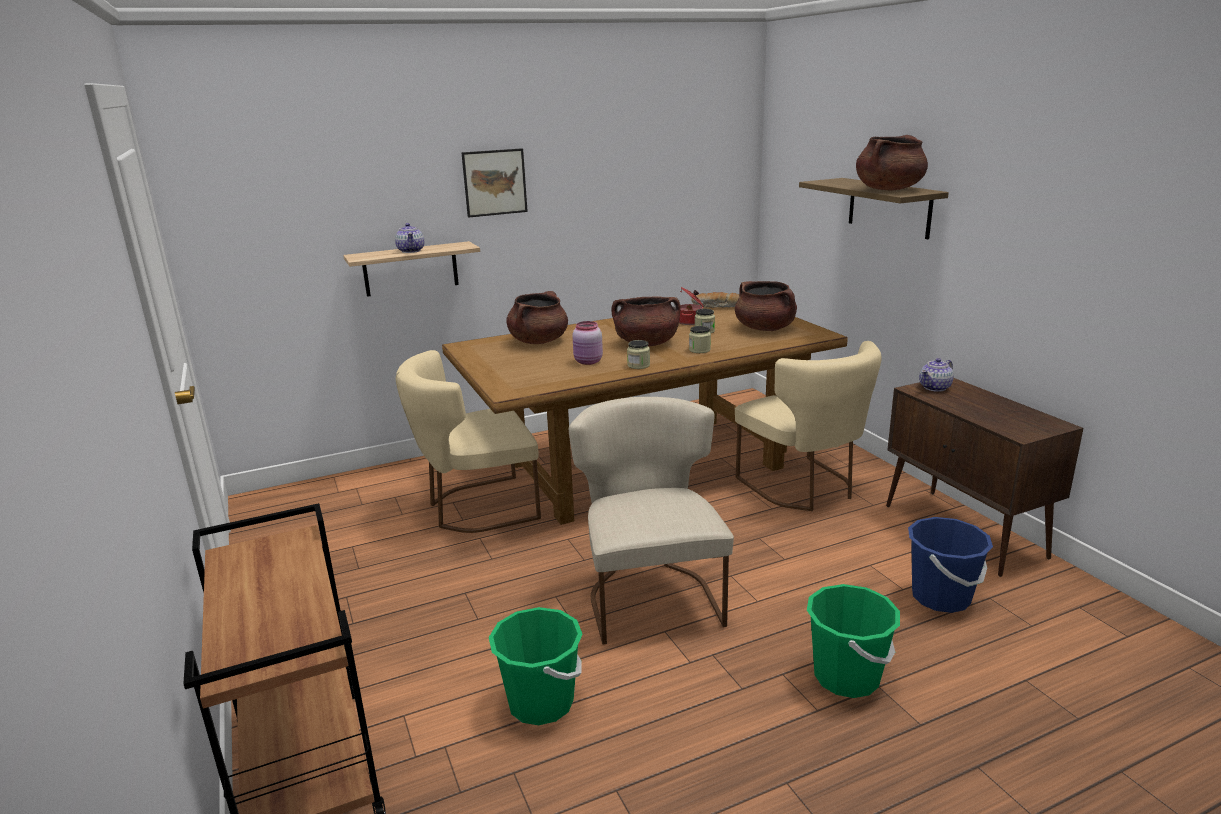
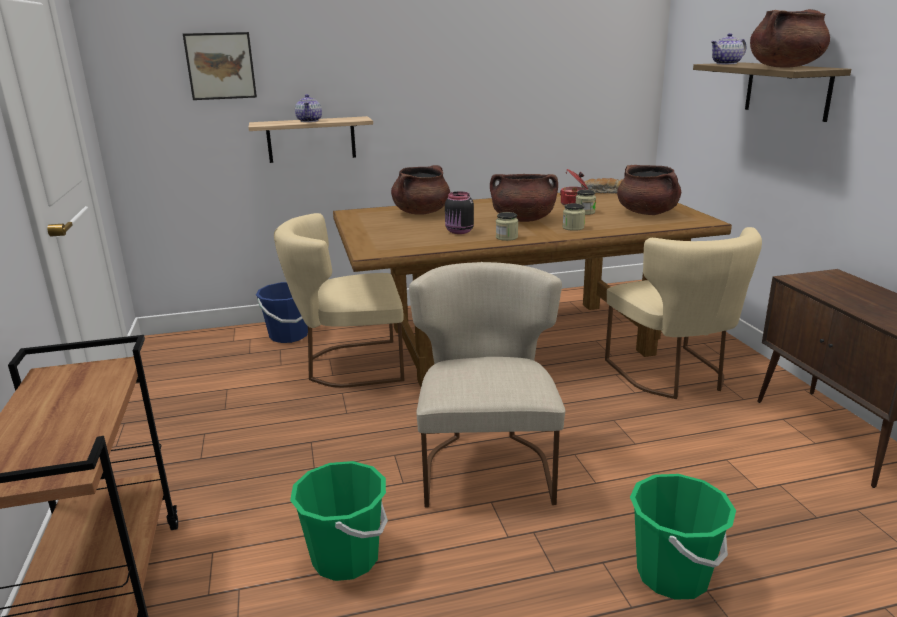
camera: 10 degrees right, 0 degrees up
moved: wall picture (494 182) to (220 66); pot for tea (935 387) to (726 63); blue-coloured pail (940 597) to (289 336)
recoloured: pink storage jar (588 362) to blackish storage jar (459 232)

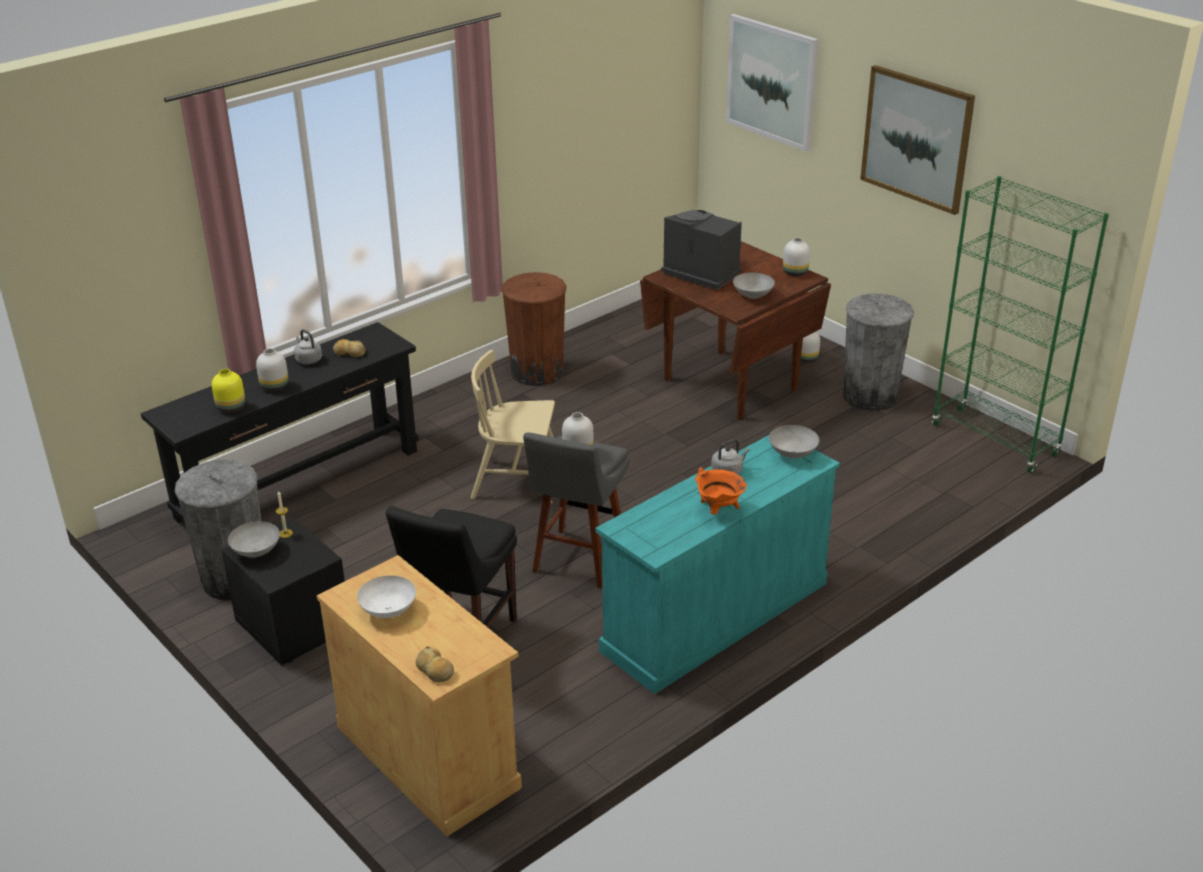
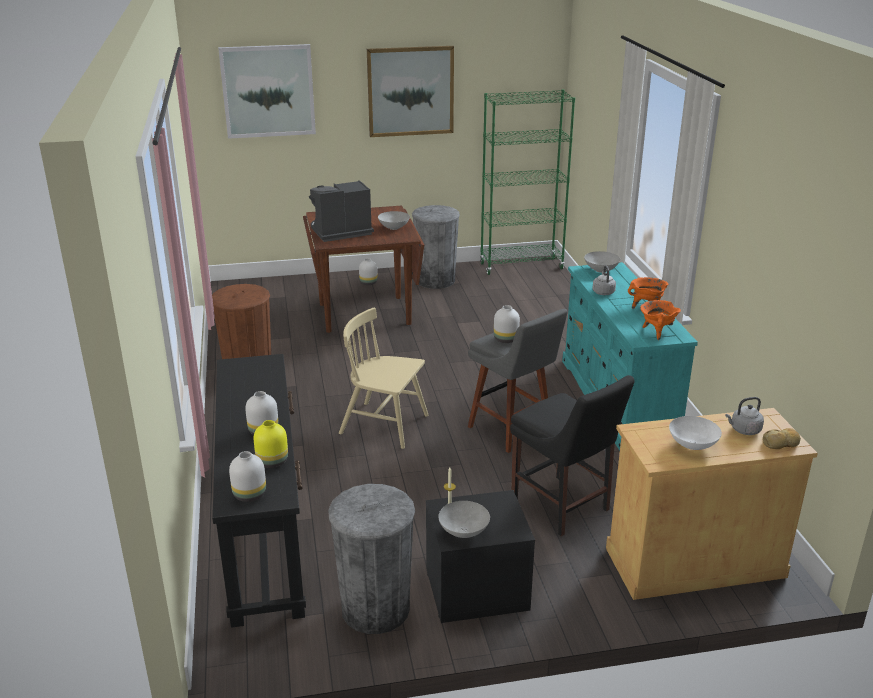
camera: 60 degrees left, 5 degrees down
removed: bread (349 352)
added: orange-coloured cooking pot (656 332)
moved: white-coloured decorative vase (795 272) to (250 494); gray water kettle (308 359) to (744 430)
turned: beige chair (517 480) = (384 425) 75 degrees clockwise

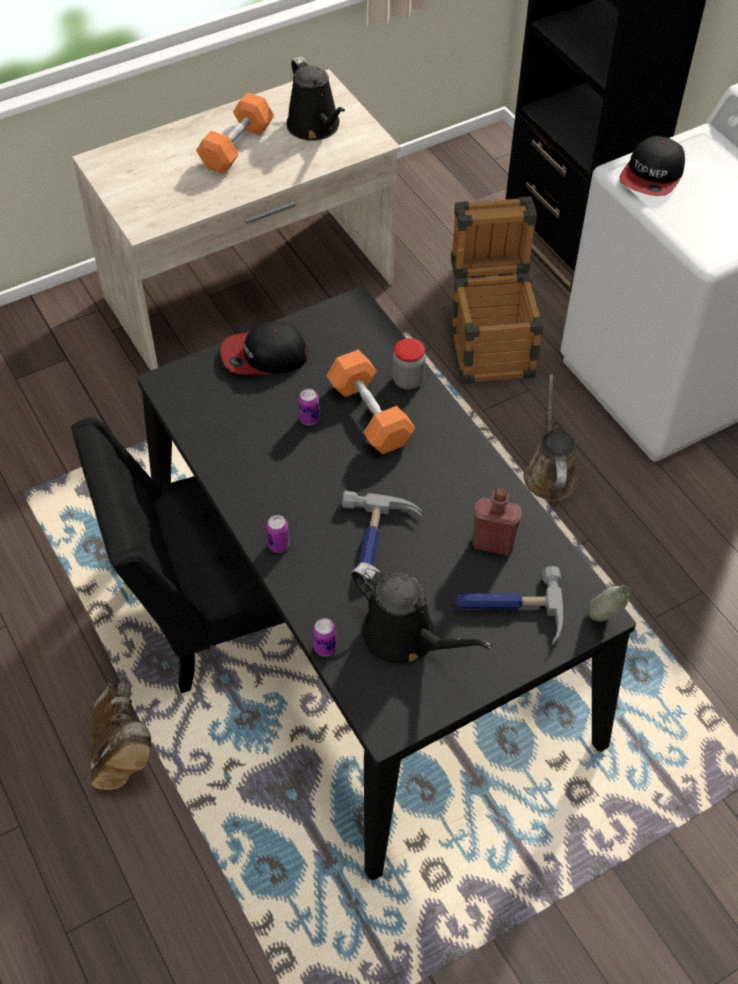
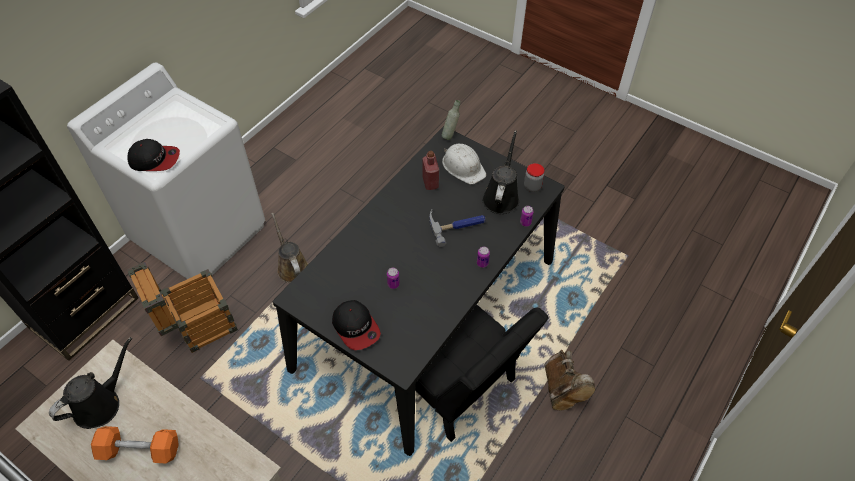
camera: 115 degrees left, 0 degrees up
removed: orange-coloured dumbbell (370 414)
moved: storage jar (408 380) to (532 186)
replaced: hand hammer (509 610) to white-coloured hard hat (463 166)
turned: brown sprinkling can (549 474) = (291 266) 90 degrees clockwise; brown tall boot (121 753) = (561 390) 120 degrees clockwise

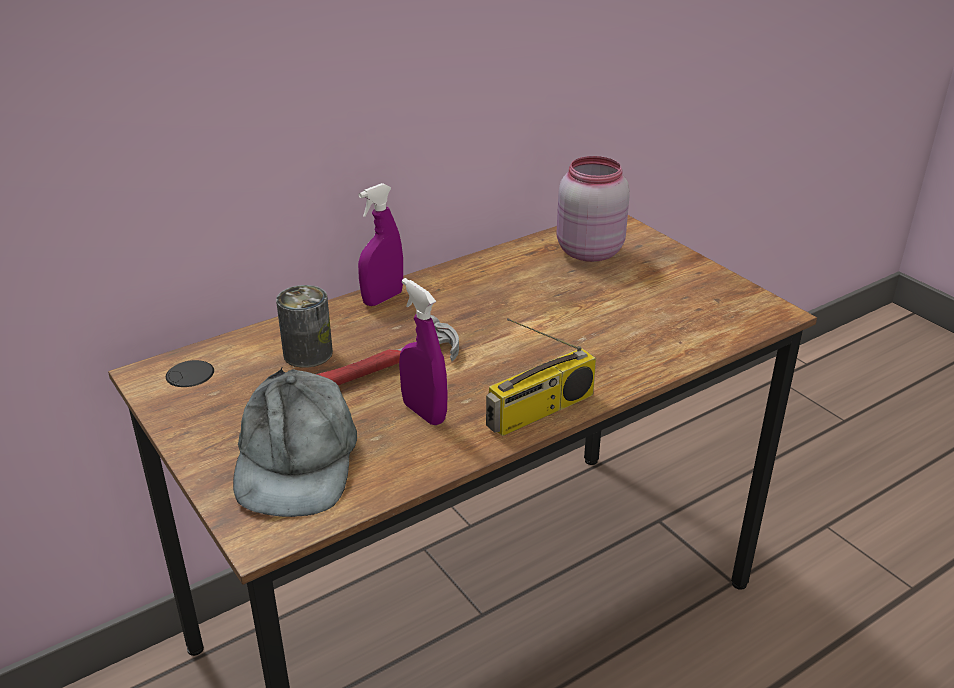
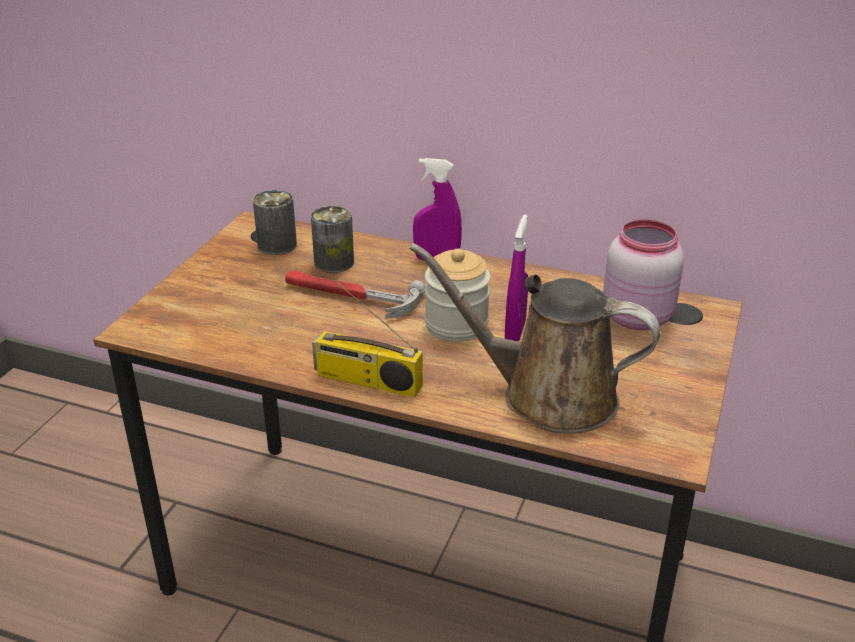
camera: 55 degrees right, 0 degrees up
removed: gray peaked cap (296 459)
added: can (277 245); brown sprinkling can (547 396); storage jar (456 325)
moved: purple spray bottle (424 413) to (515 331)

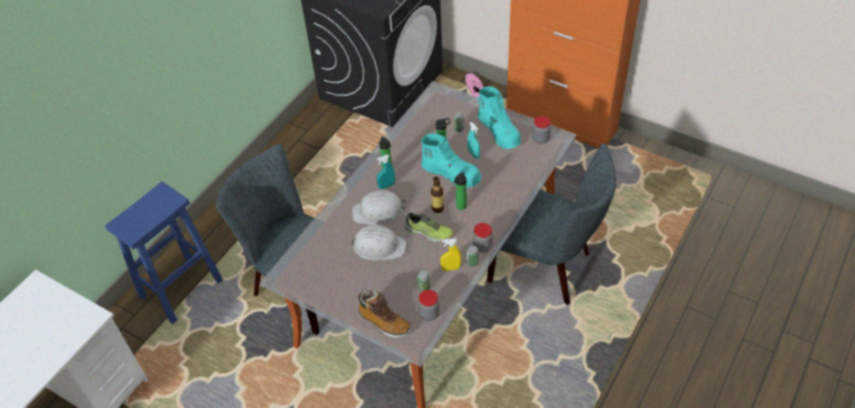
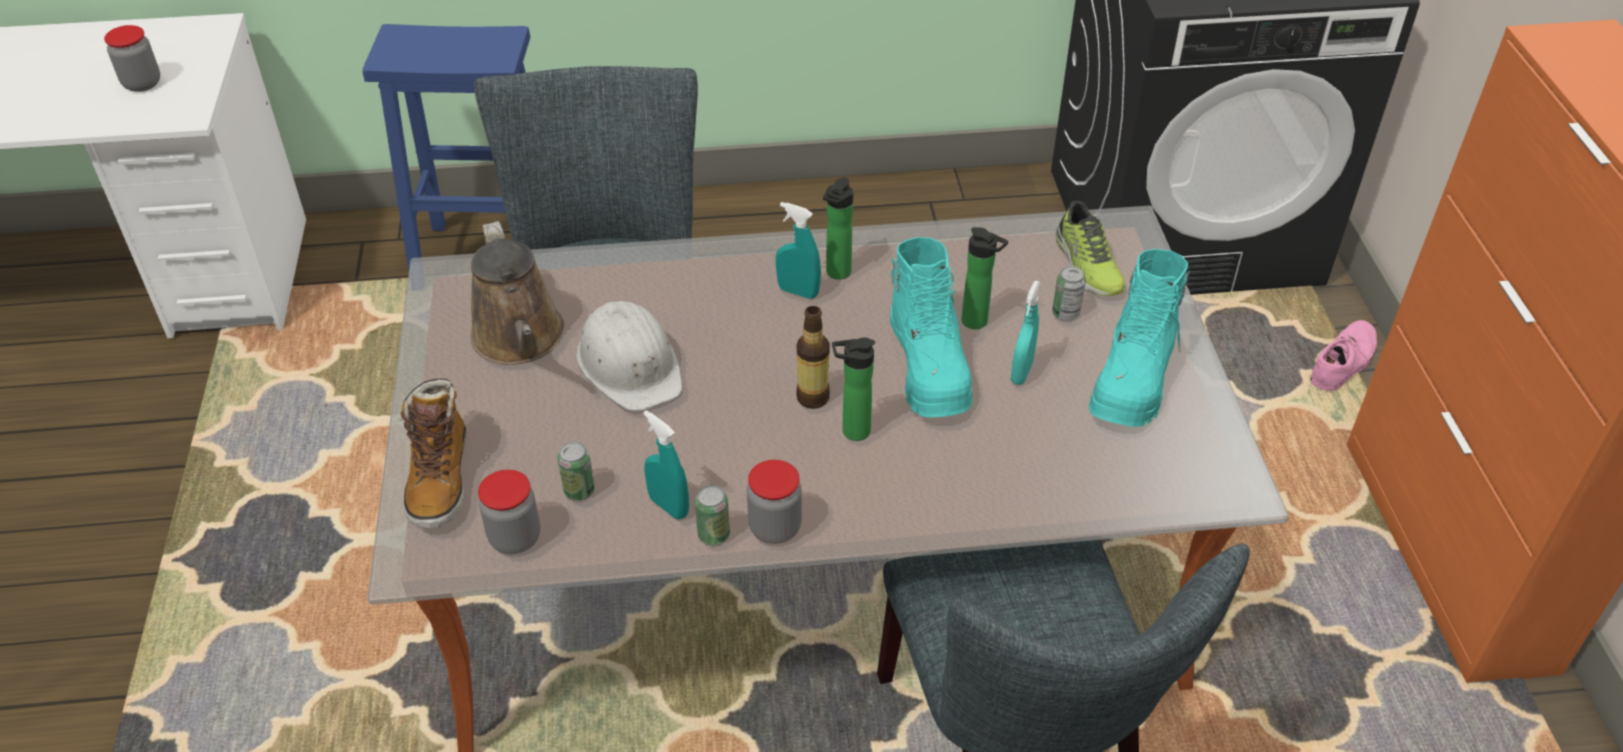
camera: 50 degrees right, 5 degrees down
removed: white-coloured hard hat (378 212)
added: brown sprinkling can (520 340)
moved: storage jar (540 139) to (142 83); low shoe (428 232) to (1086 265)
recoloured: yellowish spray bottle (451 268) to turquoise-coloured spray bottle (669 506)

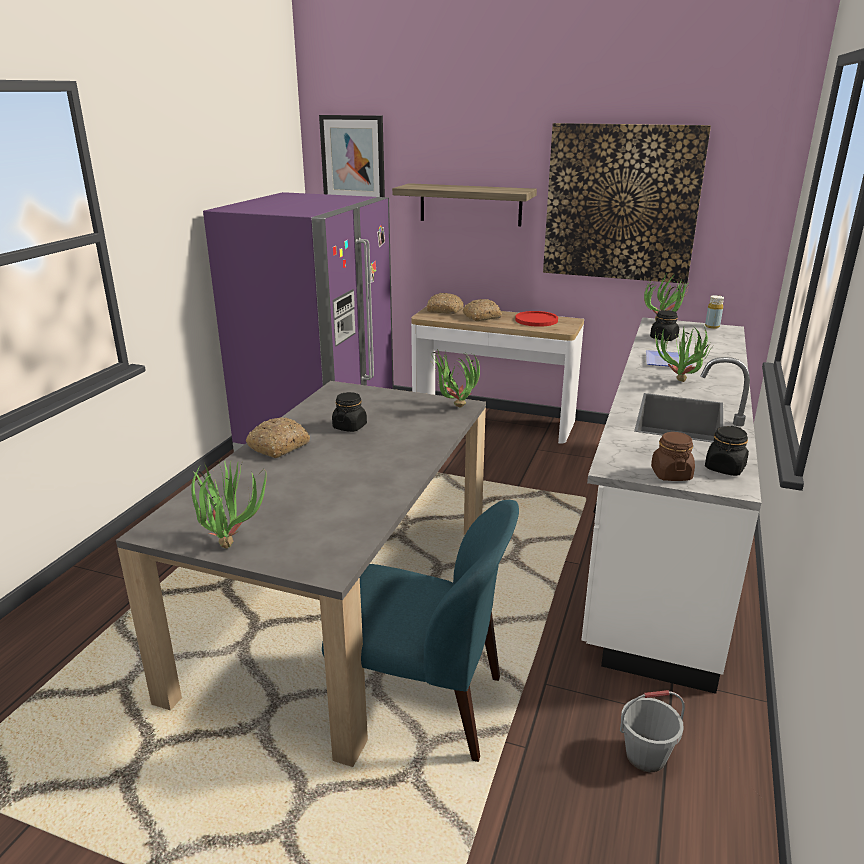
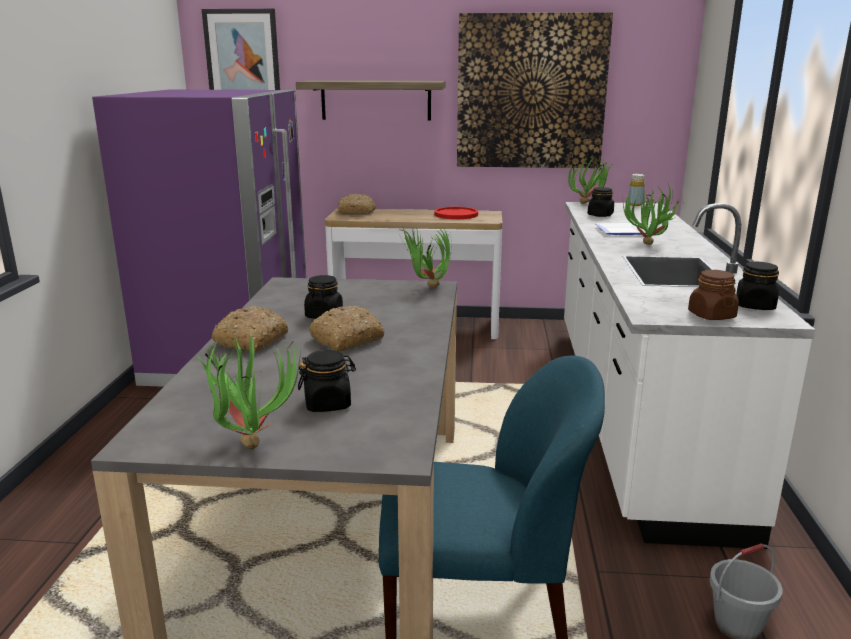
camera: 15 degrees left, 5 degrees down
added: blackish storage jar (328 404)
moved: bread (482 317) to (347 339)

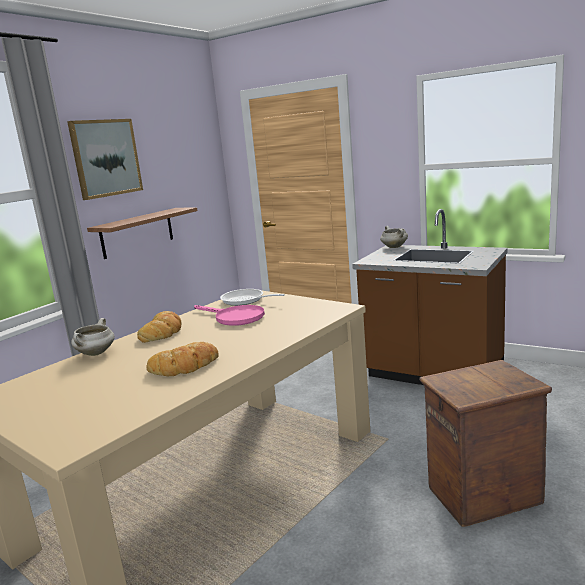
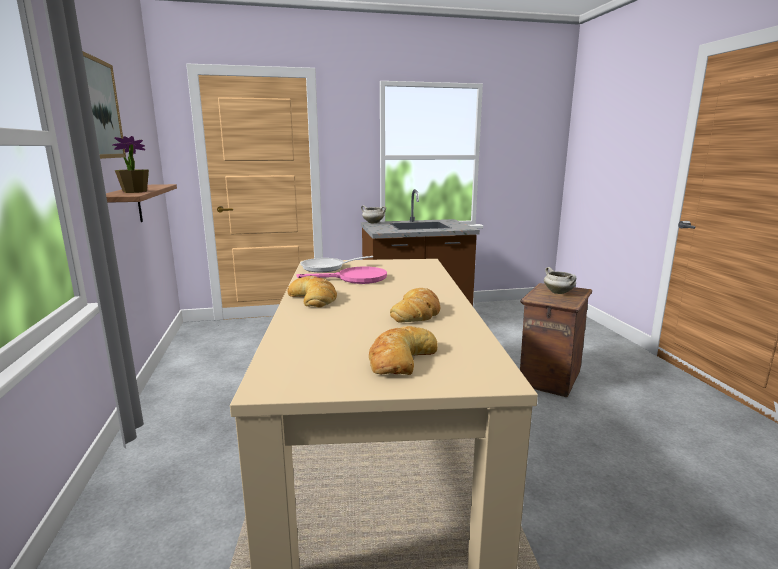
camera: 45 degrees left, 0 degrees up
added: plant in a pot (134 192); bread (400 358)
moved: white-coloured cooking pot (96 353) to (559 293)

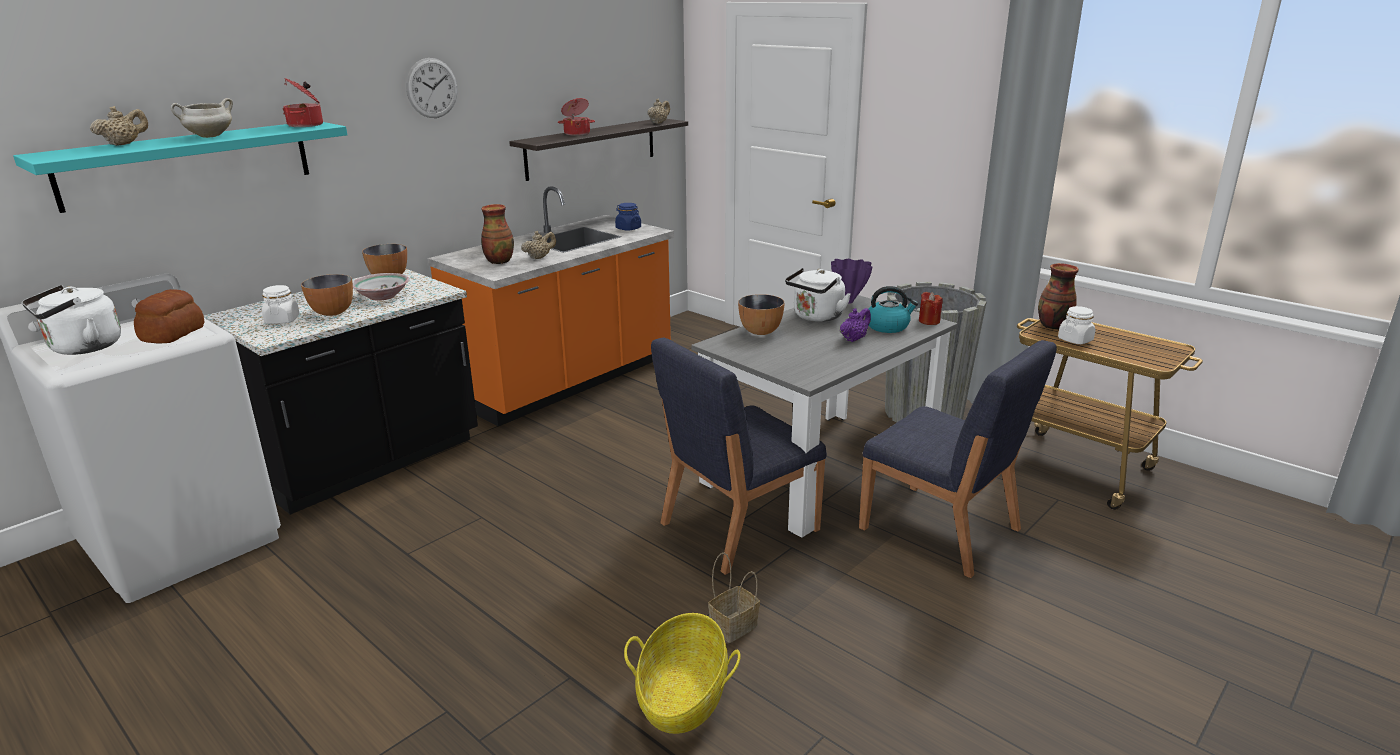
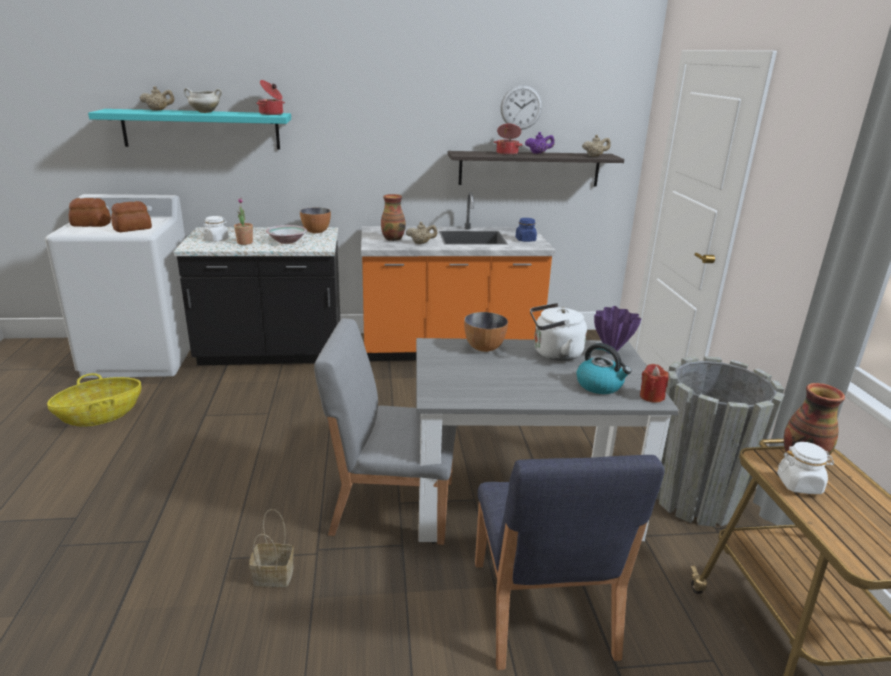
camera: 40 degrees right, 0 degrees up
moved: clock on the wall (432 88) to (521 107); purple pot for tea (853 339) to (538 153); basket (682 697) to (100 415)
replaced: serving bowl (332 312) to plant in a pot (245 242); white-coloured water kettle (82 348) to bread (91 224)
recoloured: blue-coloured chair (737 527) to gray chair (391 506)

